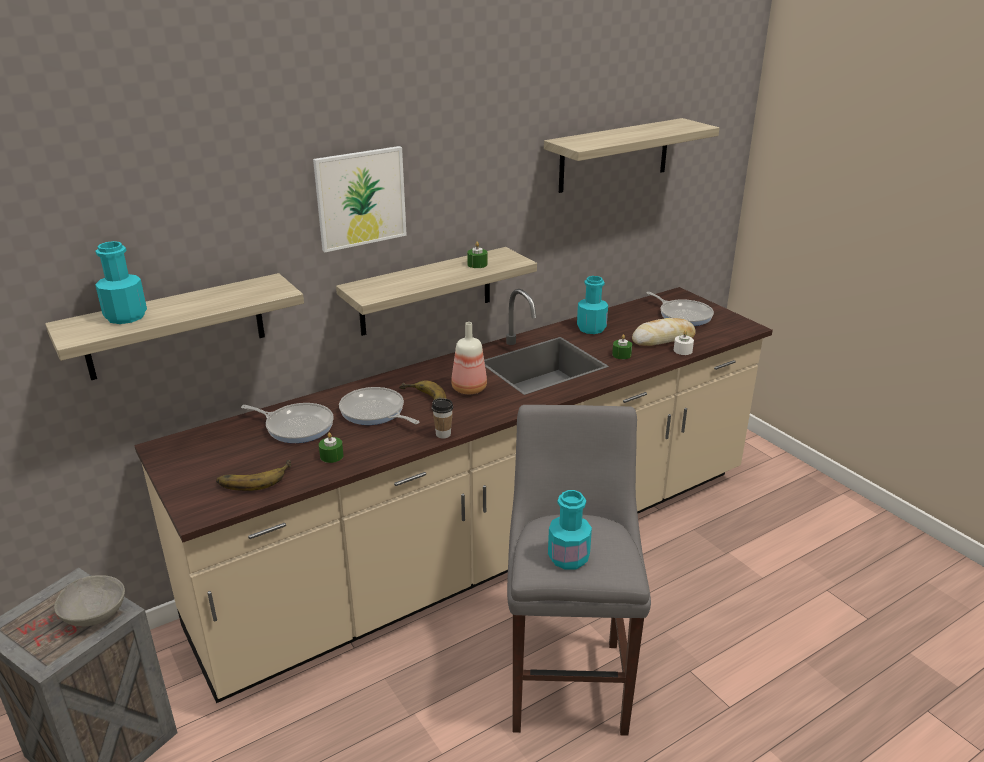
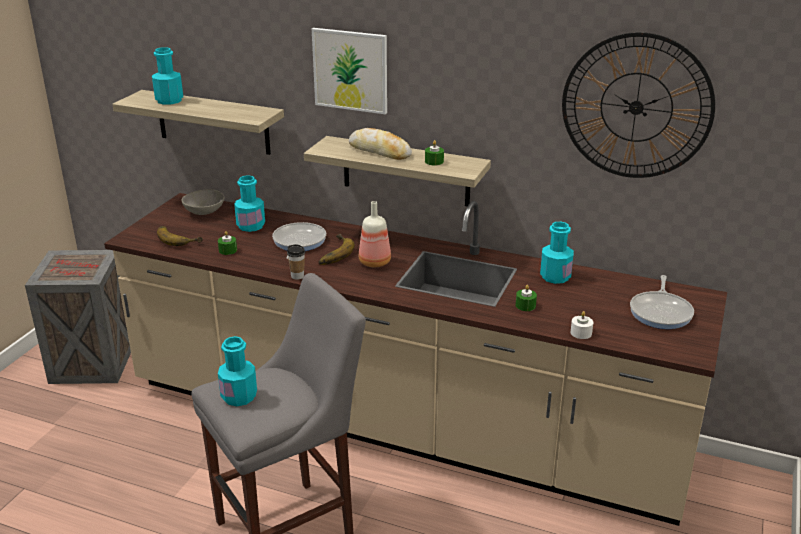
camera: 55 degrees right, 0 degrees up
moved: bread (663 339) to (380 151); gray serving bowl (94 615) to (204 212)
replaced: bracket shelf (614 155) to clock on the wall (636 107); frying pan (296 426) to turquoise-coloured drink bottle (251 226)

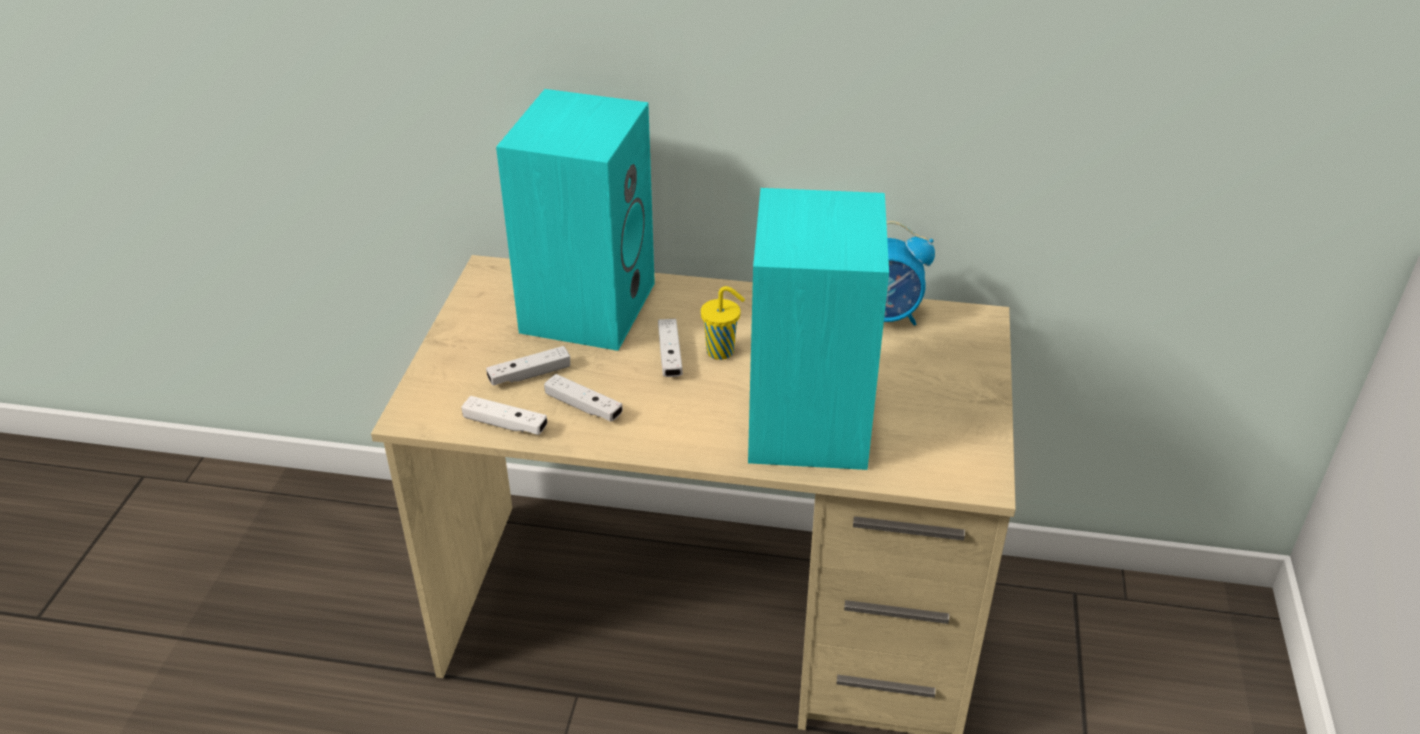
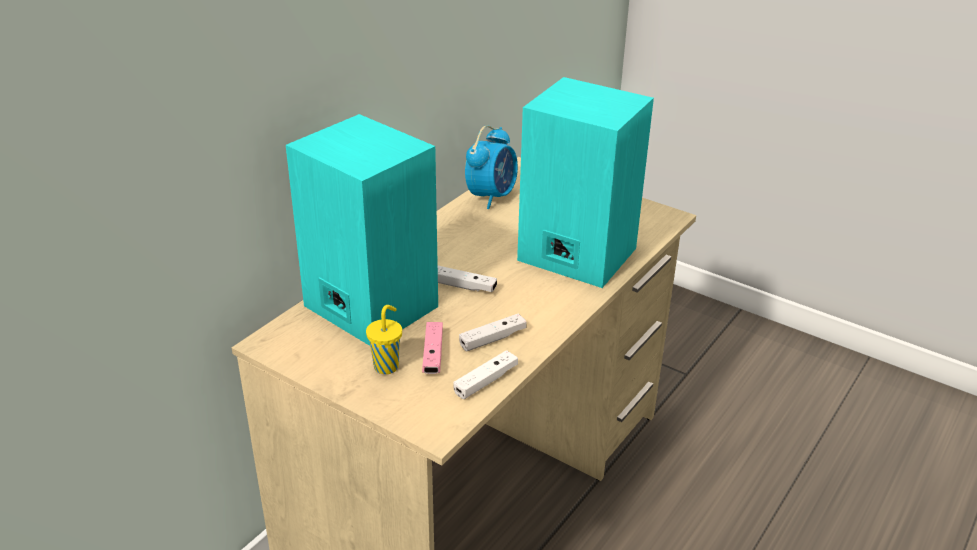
camera: 65 degrees left, 5 degrees down
moved: yellowish cup (722 352) to (387 366)
recoloured: white-coloured game controller (529 375) to pink game controller (433 355)

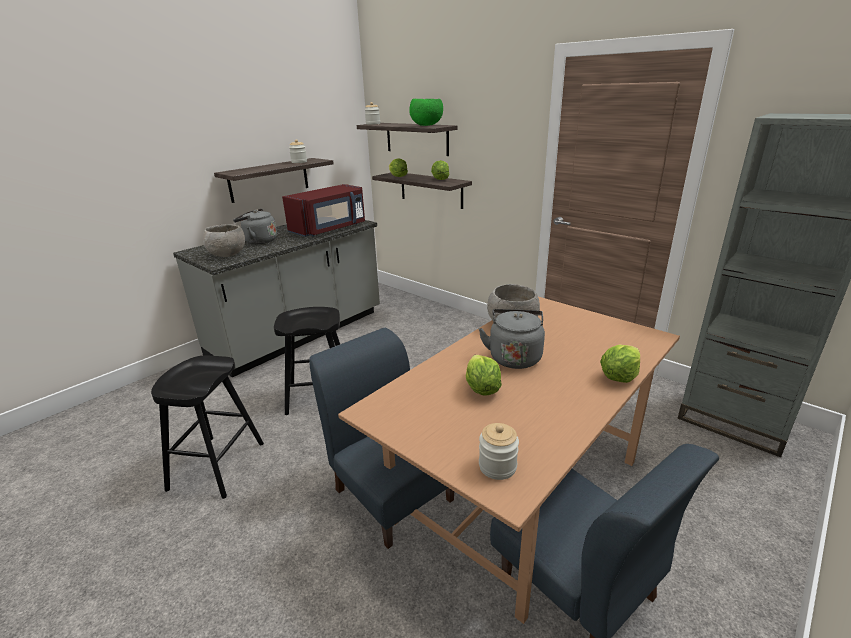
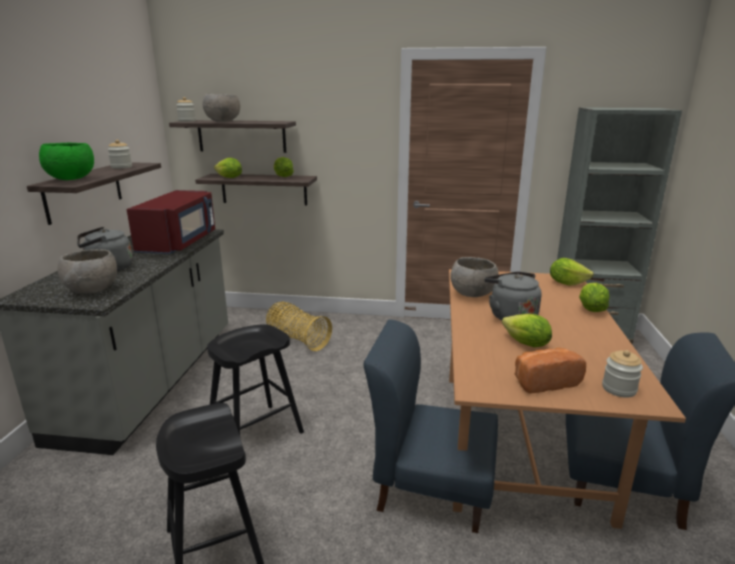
camera: 35 degrees left, 5 degrees down
added: gray serving bowl (223 121); head of lettuce (566 283); basket (297 339); bread (544 381)
moved: green serving bowl (426 125) to (71 179)

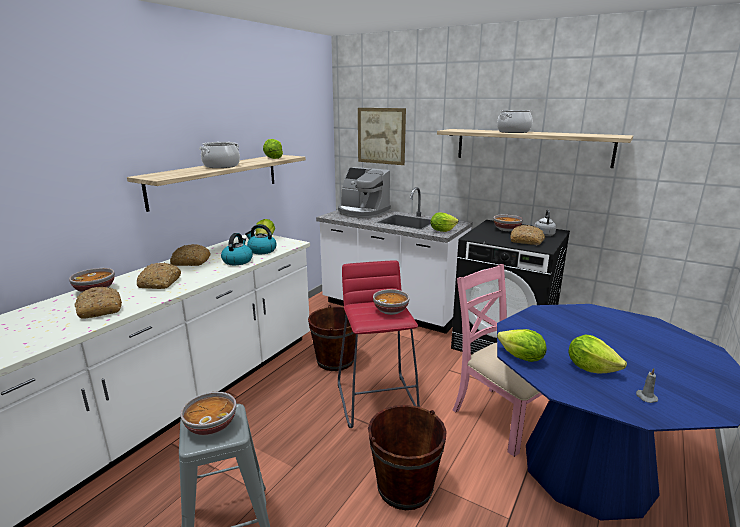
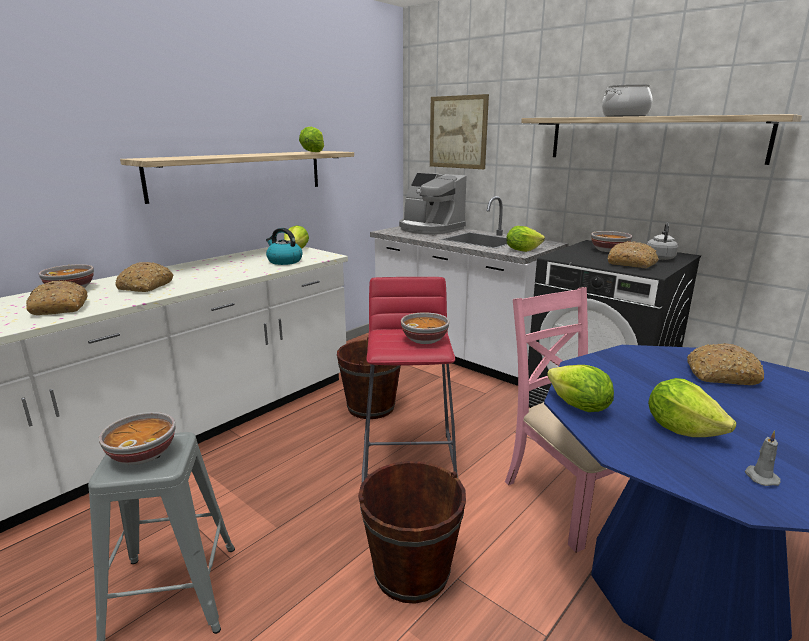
camera: 10 degrees right, 0 degrees up
removed: cooking pot (221 166); water kettle (237 261)
moved: bread (191 262) to (721 375)

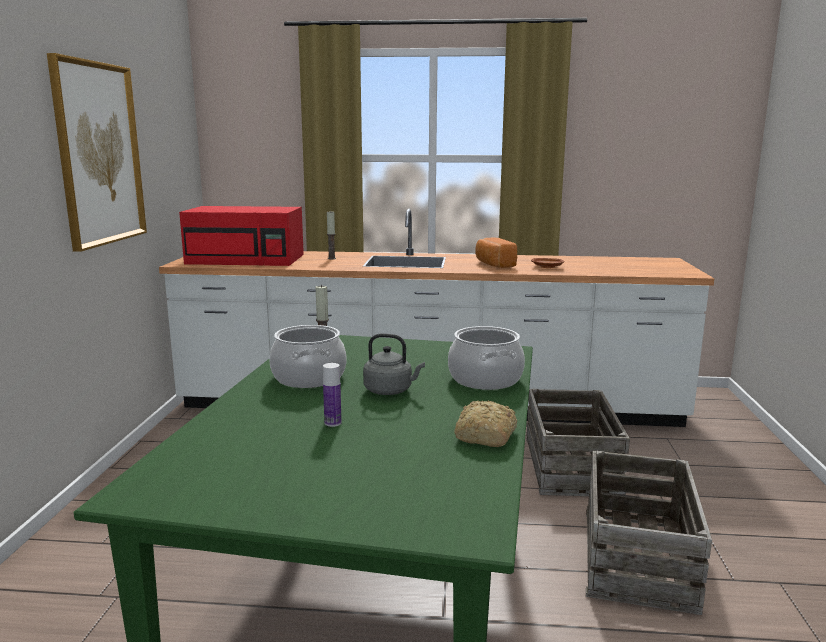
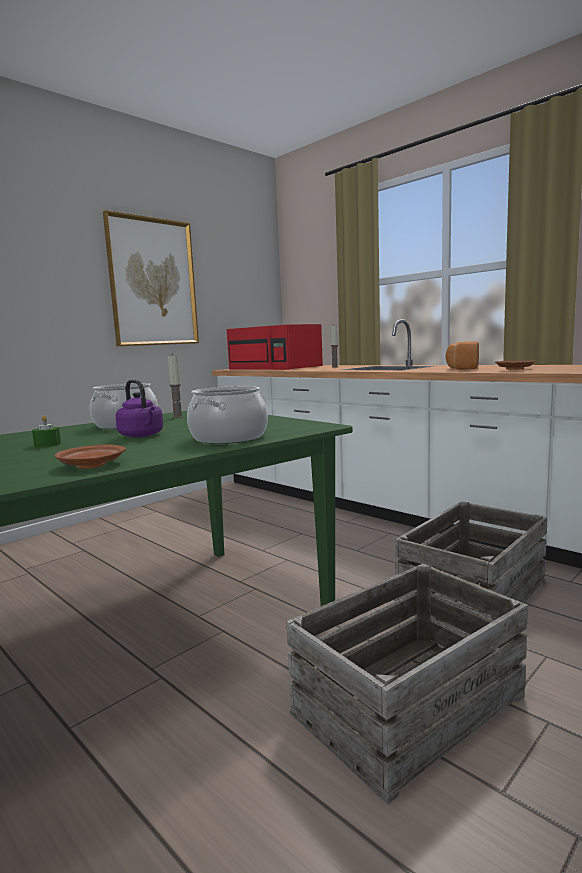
camera: 40 degrees right, 5 degrees down
replaced: drink bottle (332 423) to green wax candle (47 444); bread (485 437) to brown plate (91 465)
recoloured: gray water kettle (390 391) to purple water kettle (142 435)

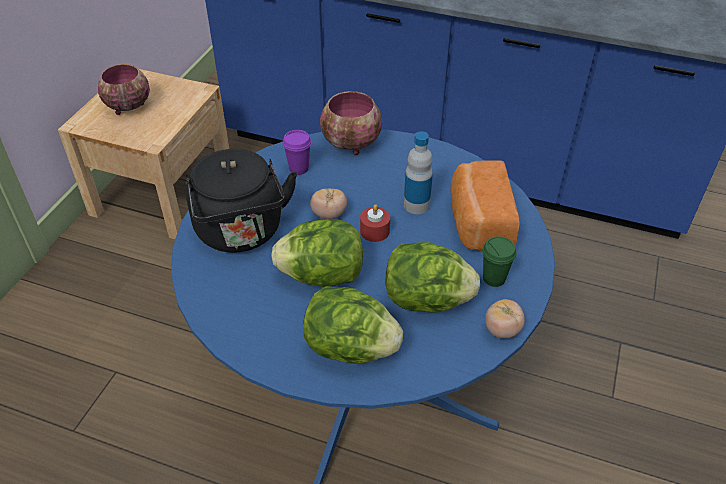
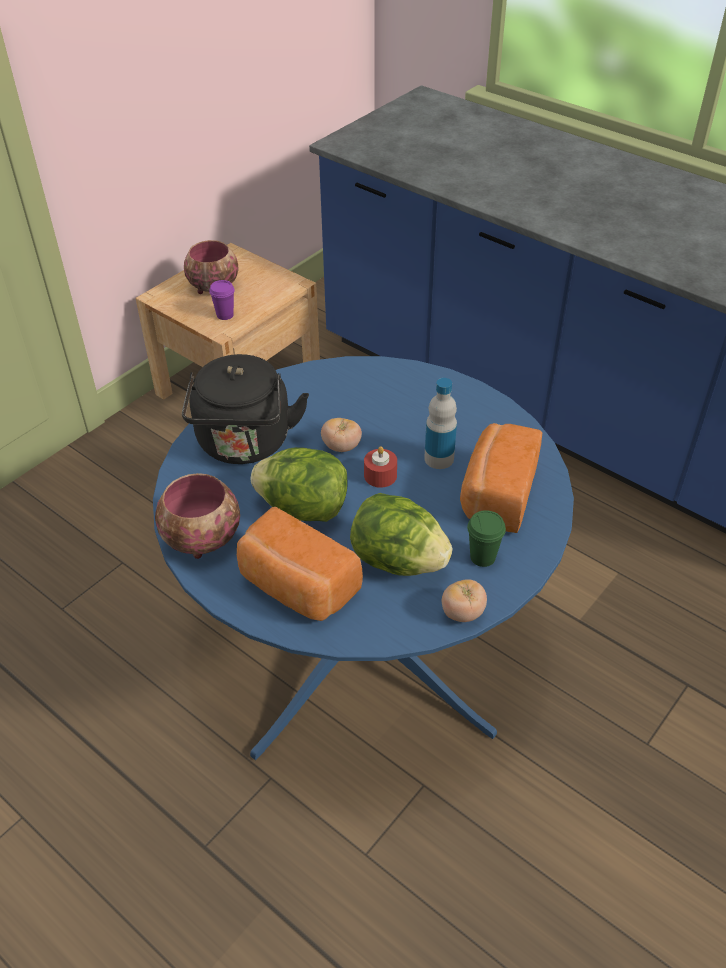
camera: 20 degrees right, 0 degrees up
moved: serving bowl (352 144) to (202 541); purple cup (299 168) to (225 315)
replaced: head of lettuce (350 348) to bread (296 587)

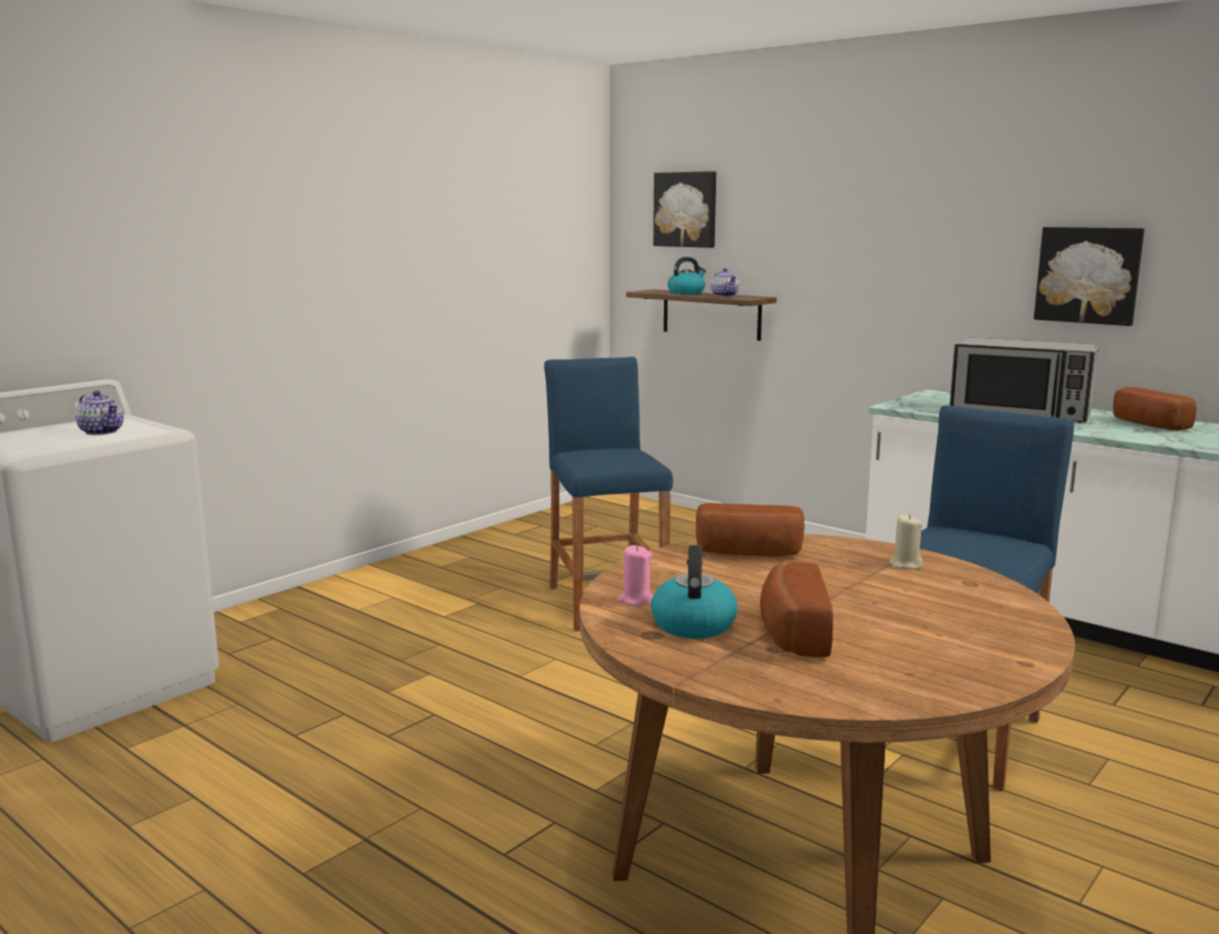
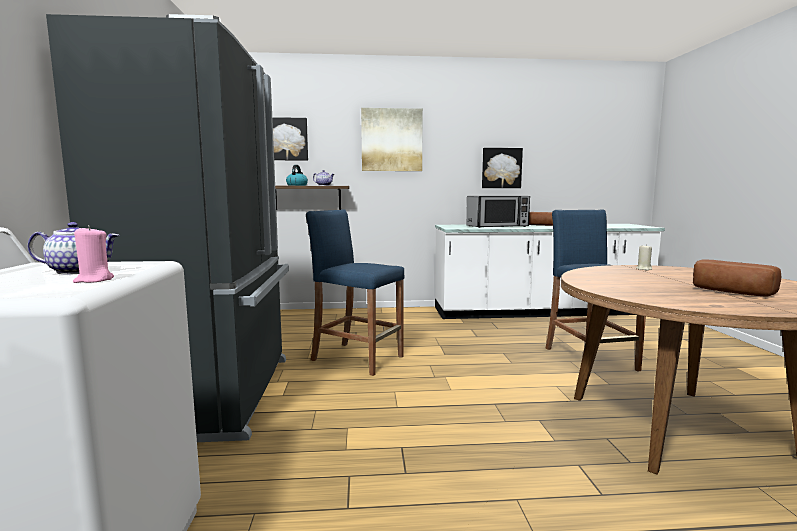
camera: 45 degrees left, 5 degrees down
removed: bread (748 553); water kettle (693 624)
added: blackish refrigerator (215 395); wall picture (391 140)
moved: pink wax candle (636 600) to (94 280)

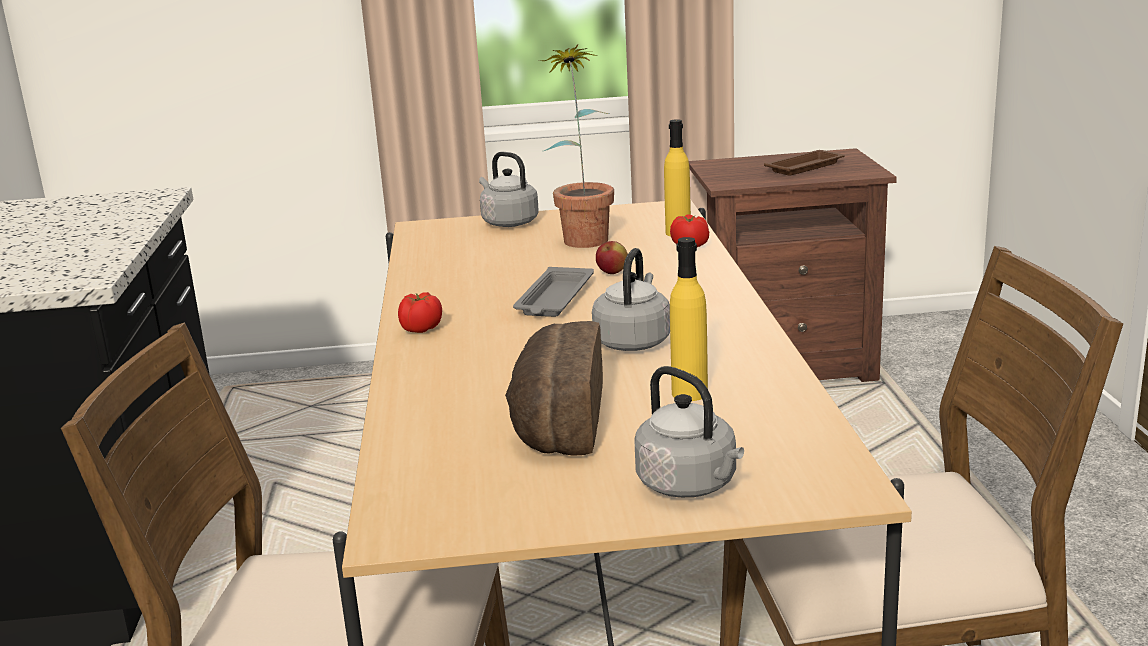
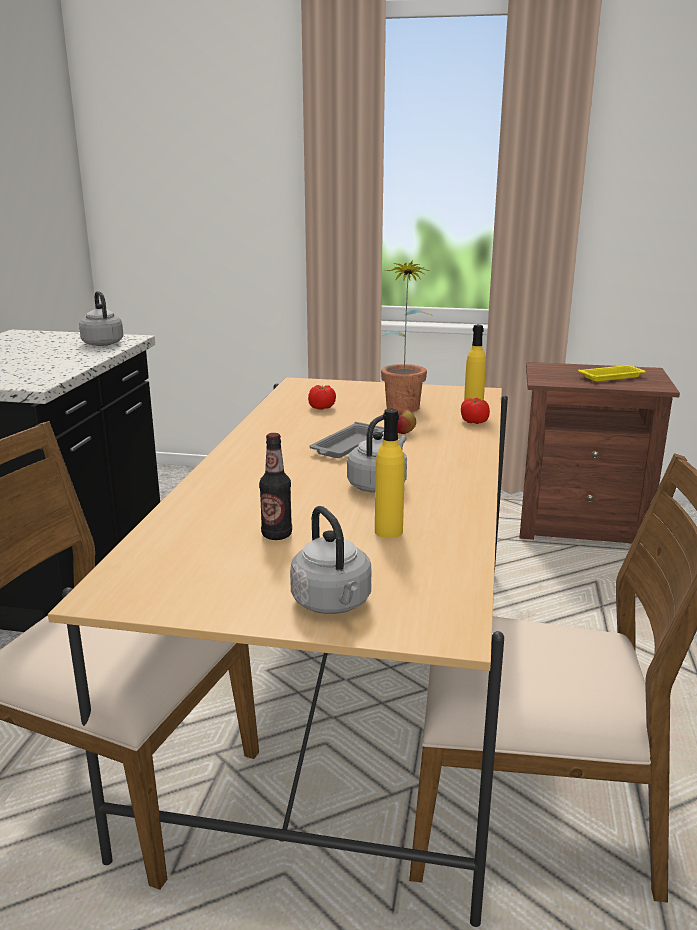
camera: 15 degrees right, 0 degrees up
moved: gray water kettle (508 222) to (102 343); tomato (421 329) to (322 408)
replaced: bread (556 421) to drink bottle (277 535)
recoloured: brown carrying tray (805 167) to yellowish carrying tray (612 376)

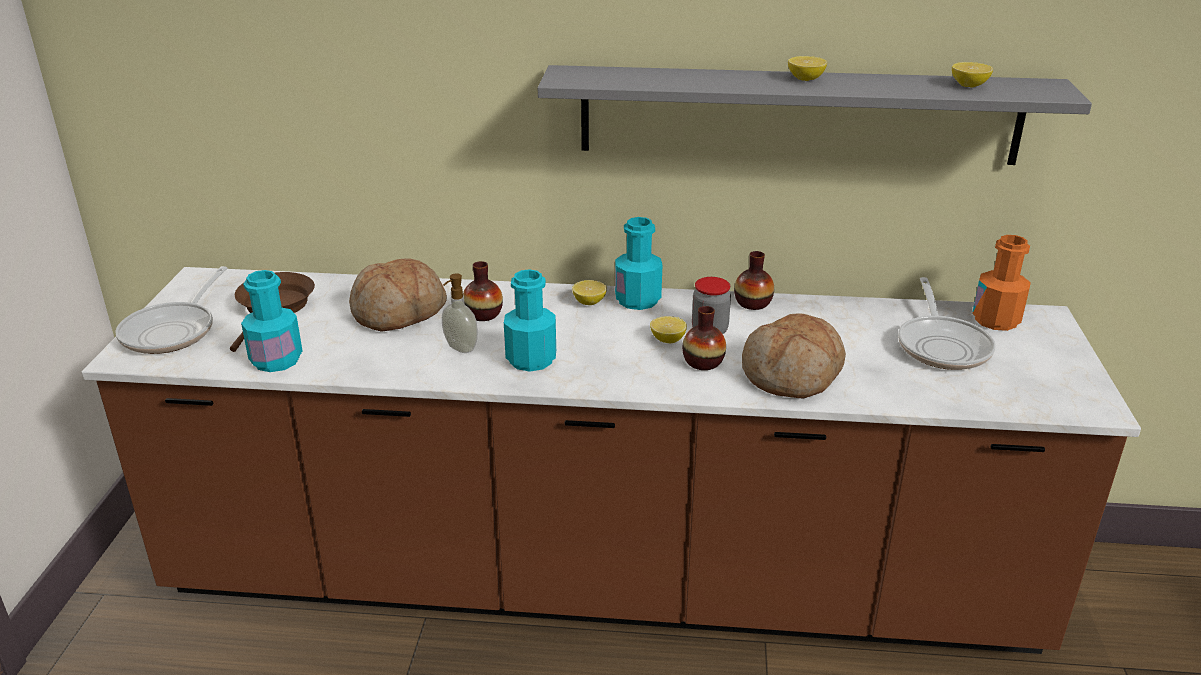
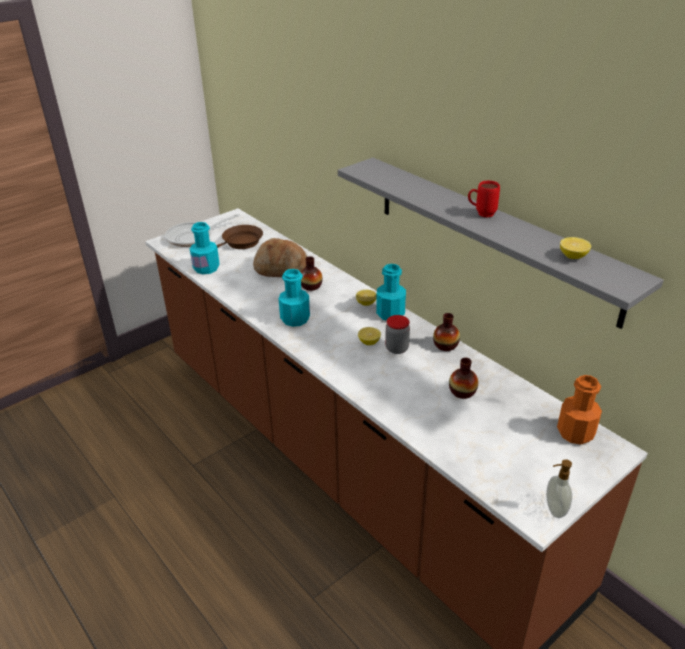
camera: 45 degrees right, 5 degrees up
removed: frying pan (942 345); bread (792 374)
moved: soap dispenser (460 348) to (554 509); decorative vase (703 362) to (462 392)
replaced: whole lemon (806 79) to red-coloured tea mug (481 214)

